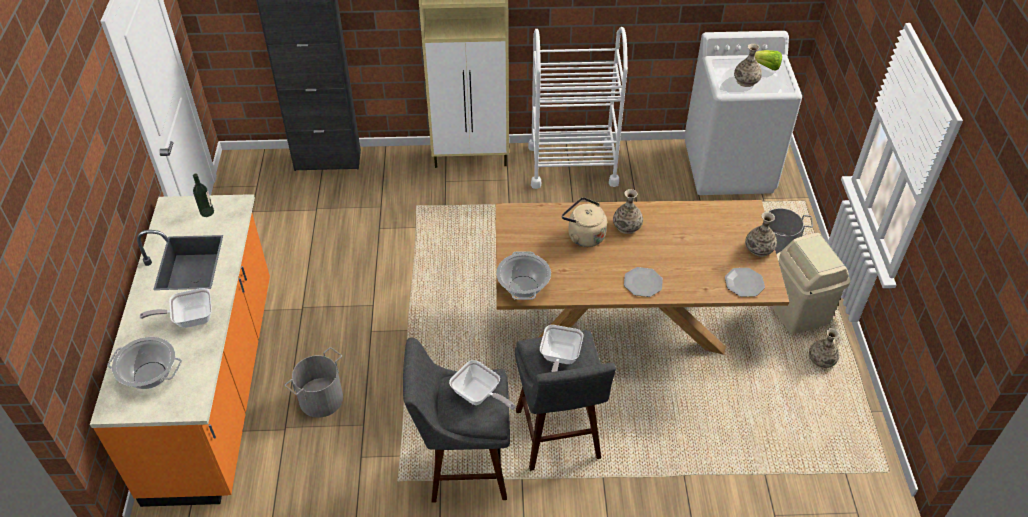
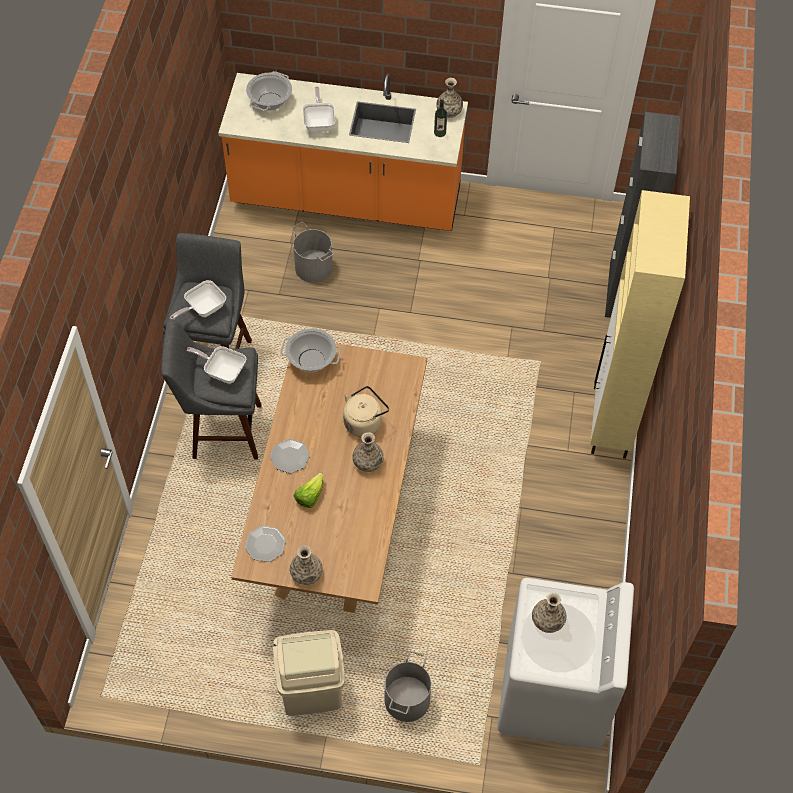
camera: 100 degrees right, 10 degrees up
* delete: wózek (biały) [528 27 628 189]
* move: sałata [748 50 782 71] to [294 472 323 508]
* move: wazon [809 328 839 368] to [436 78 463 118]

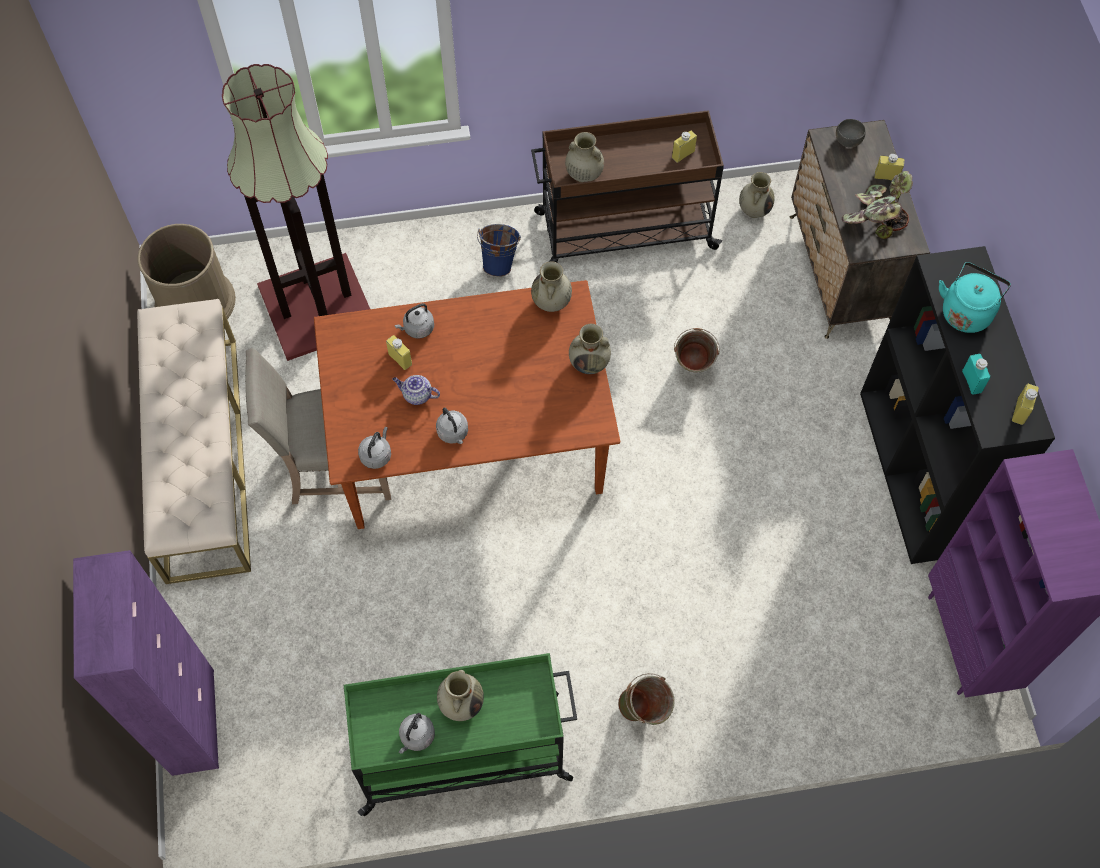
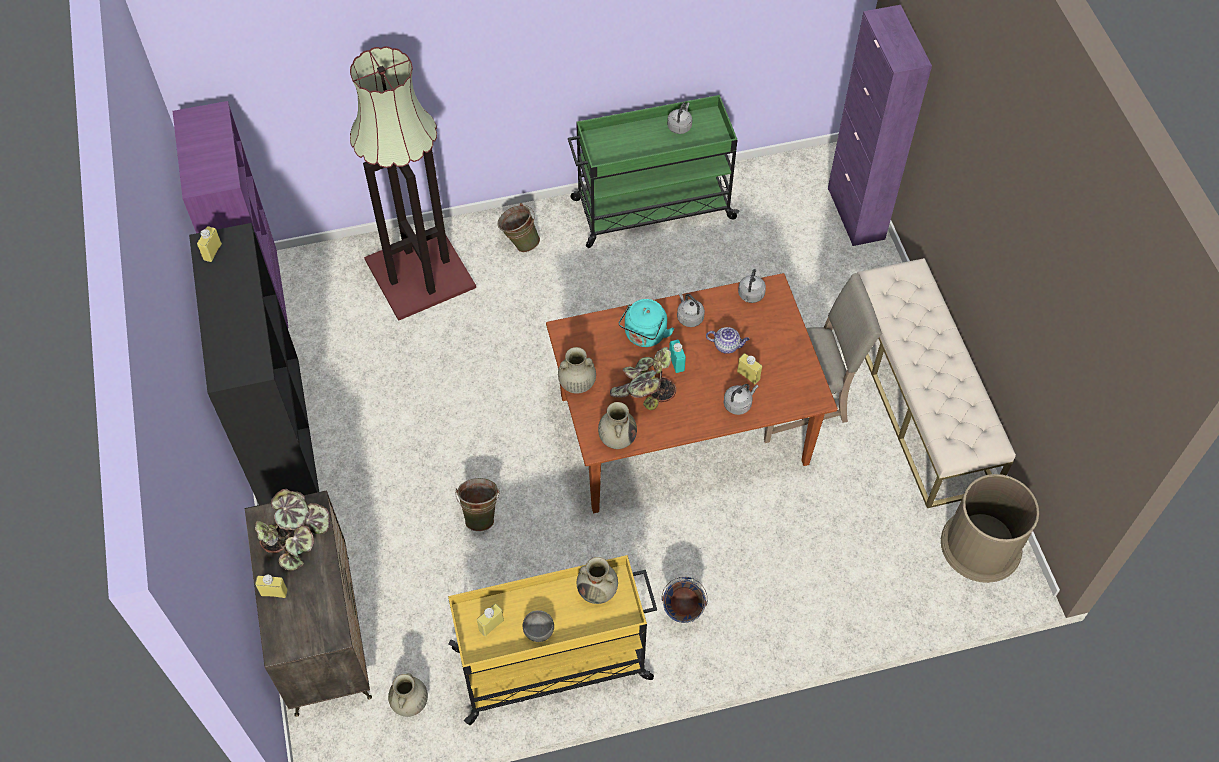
camera: 175 degrees right, 5 degrees down
* delete: wazon (beżowy) [437 670 484 721]
* insert: roślina doniczkowa [610 347 676 410]
* move: lampa stojąca [222 64 370 361] to [350 46 476 321]
* move: miska (szary) [836 119 866 148] to [523 610 554 642]
* move: czajnik (turkusowy) [939 262 1011 333] to [619 299 674 347]
* move: butelka (turkusowy) [962 354 991 395] to [669 340 686 373]
* recolor: wózek (brązowy) [531 110 724 262] to wózek (żółty) [448 555 657 725]

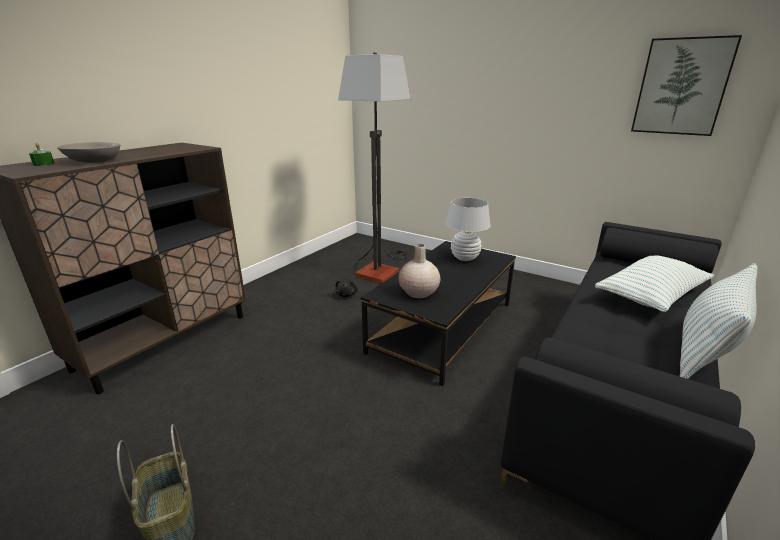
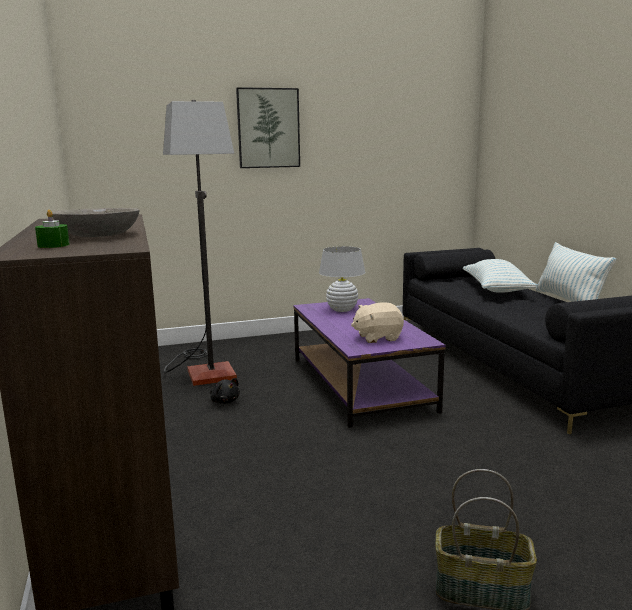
camera: 50 degrees left, 10 degrees down
* move: obraz [631 35 742 136] to [236 87 300 168]
* replace: wazon (beżowy) [398 244 441 298] to pluszak (beżowy) [351 302 404 343]
* recolor: ława (czarny) [361 241 516 387] to ława (fioletowy) [293 298 446 428]

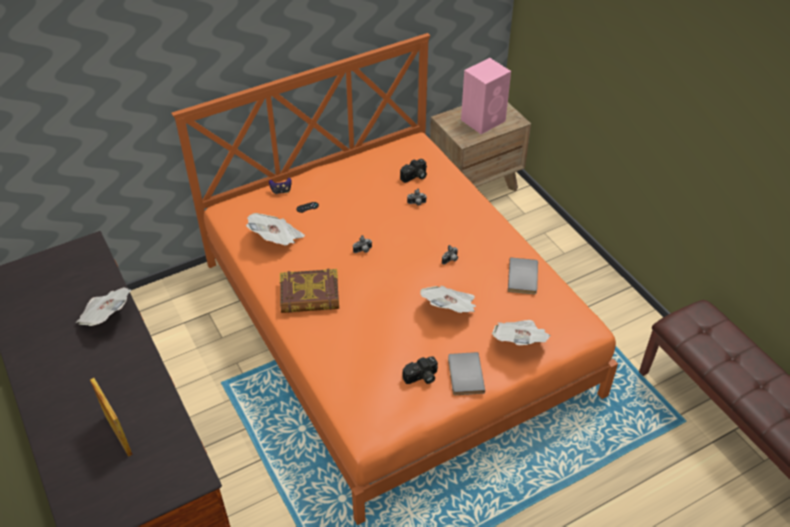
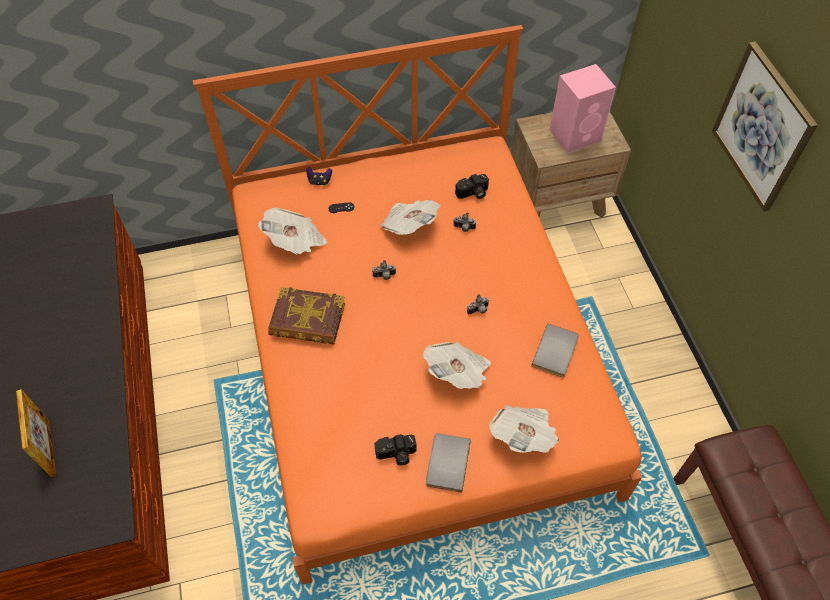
camera: 15 degrees right, 10 degrees up
* insert: obraz [712 41 818 212]
* move: gazeta [76 287 131 326] to [380 200 440 235]

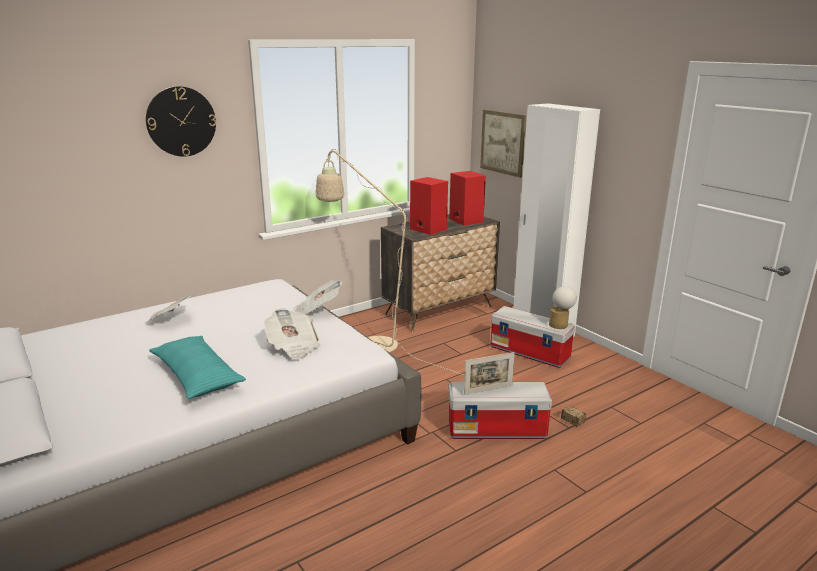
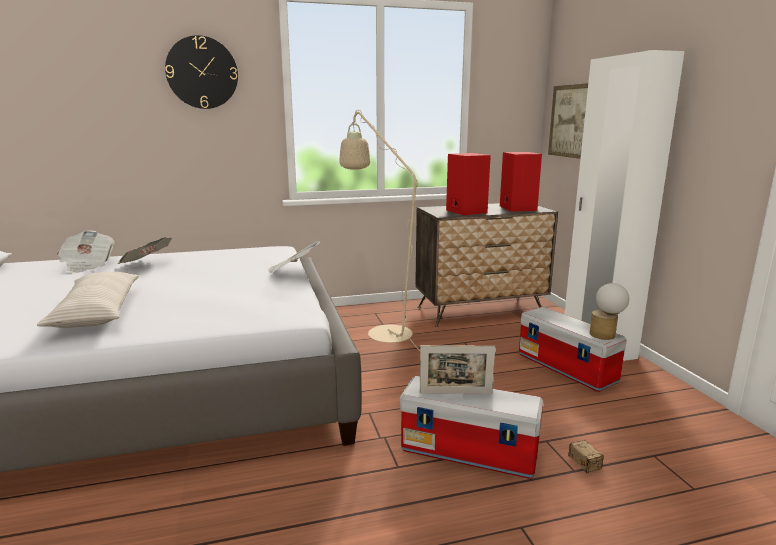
camera: 20 degrees right, 5 degrees down
* move: gazeta [264 308 320 360] to [57 231 115 273]
* recolor: poduszka (turkusowy) [149 336 246 399] to poduszka (beżowy) [37 272 139 328]

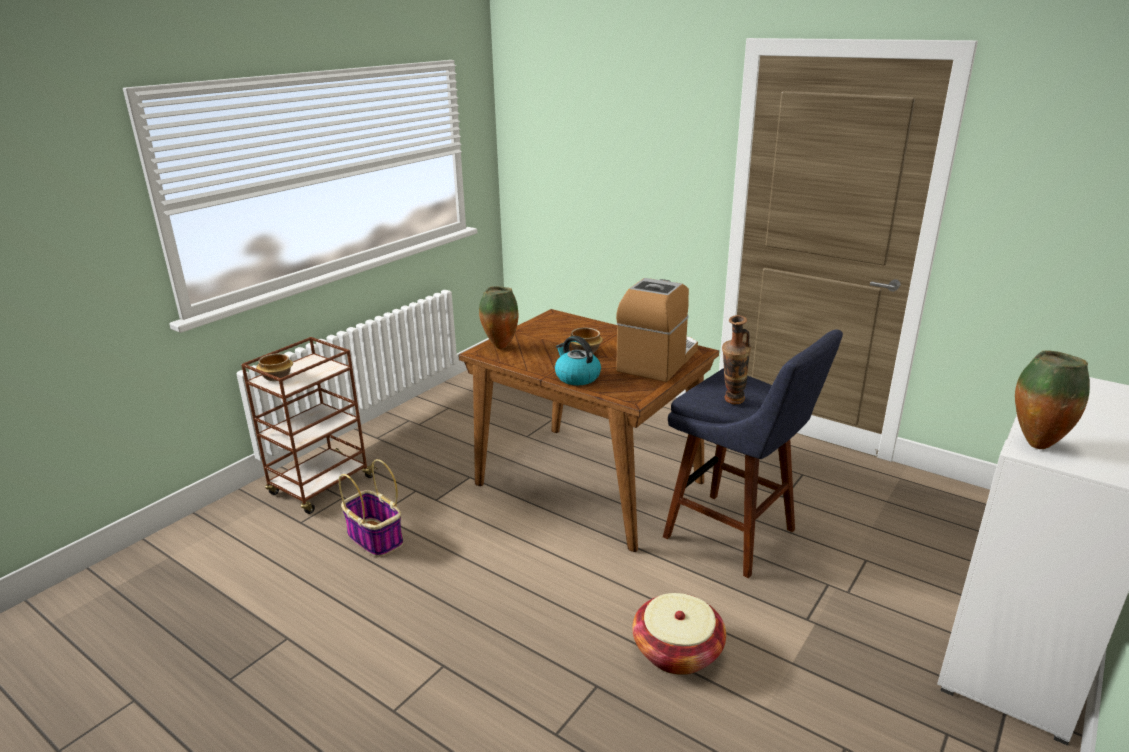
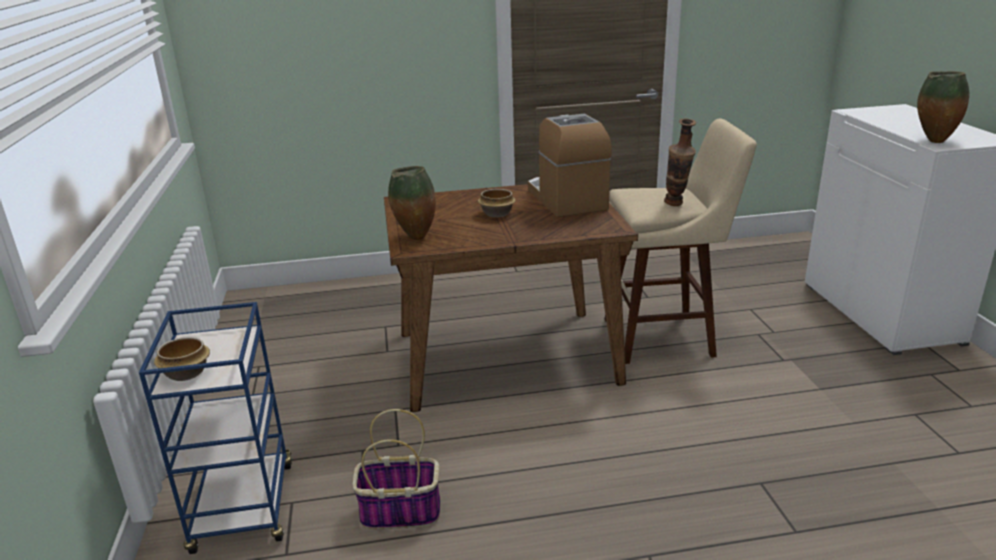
camera: 45 degrees left, 0 degrees up
* delete: czajnik [555 336 601 385]
* delete: koszyk [632 593 726 675]
* recolor: wózek (brązowy) [241 337 378 514] to wózek (niebieski) [139 302 292 554]
* recolor: stołek (niebieski) [663 330 843 578] to stołek (beżowy) [605 119 757 364]

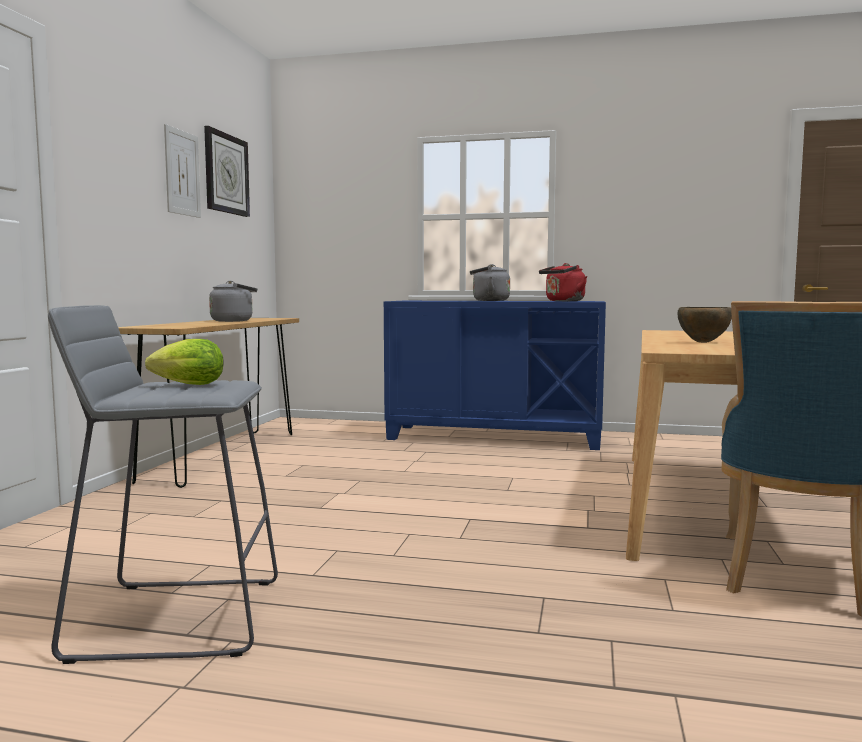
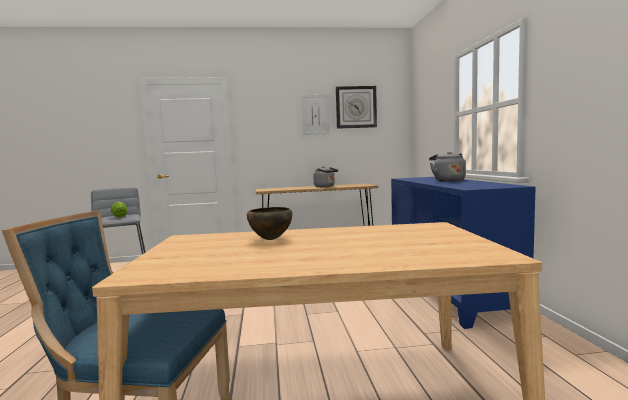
camera: 70 degrees right, 0 degrees up
* delete: czajnik (czerwony) [539 263 587 301]

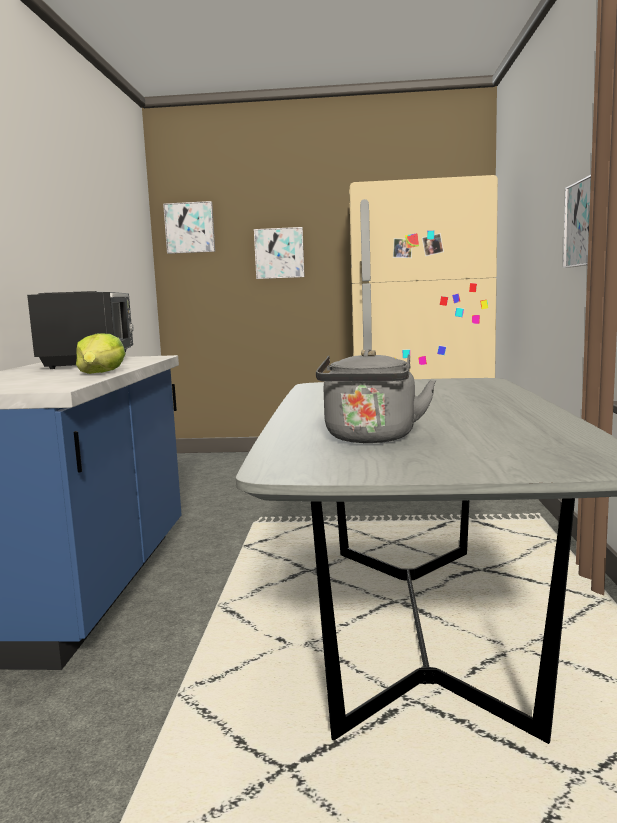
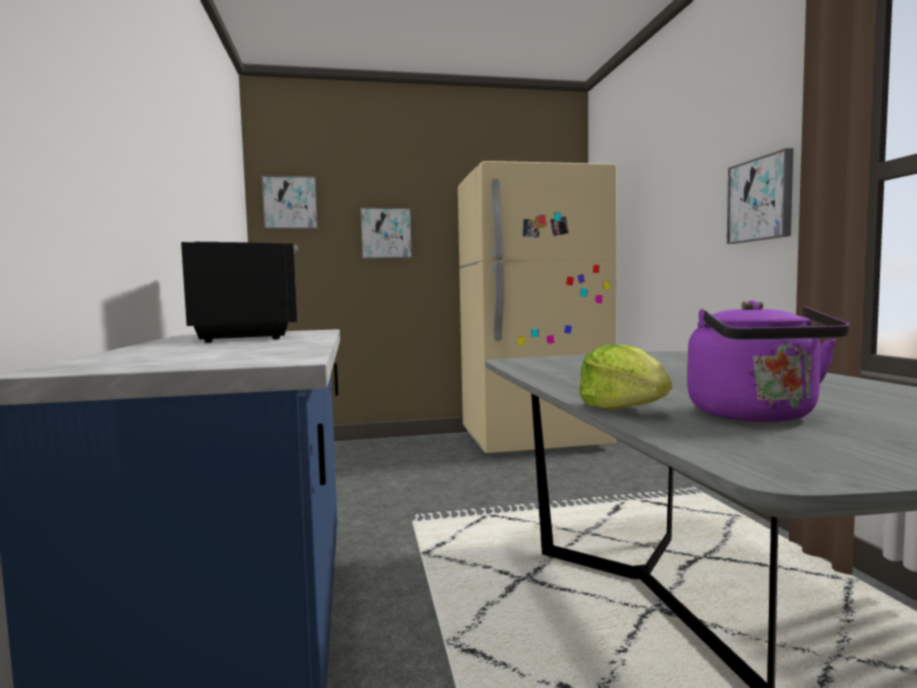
camera: 15 degrees left, 5 degrees down
* move: sałata [76 333 126 374] to [579 344 672 410]
* recolor: czajnik (szary) [316 349 436 443] to czajnik (fioletowy) [687 300 849 422]

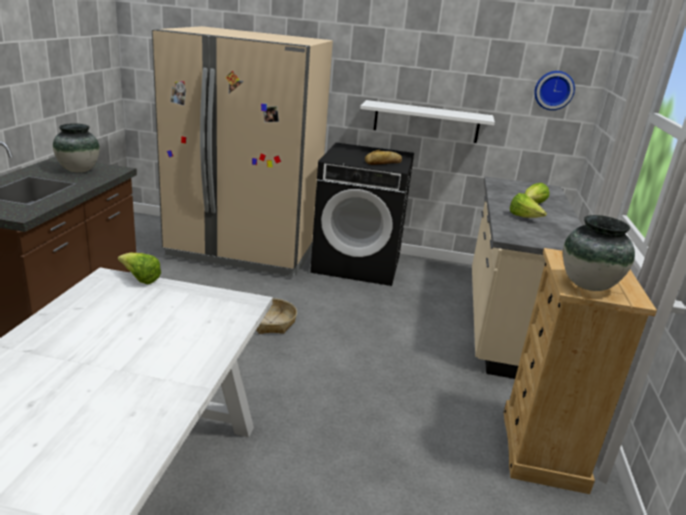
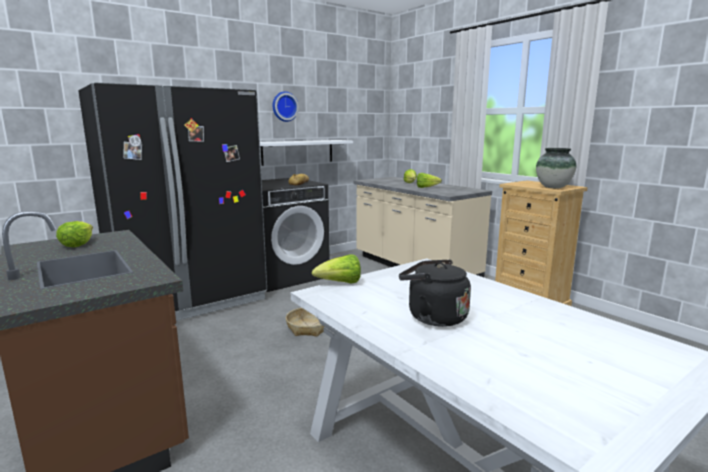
camera: 45 degrees left, 10 degrees down
* insert: czajnik (czarny) [399 260 471 327]
* move: zegar ścienny [534 71 575 110] to [273 92 299 122]
* replace: wazon [53 124 100 173] to sałata [56 221 93 247]
* recolor: lodówka (beżowy) [152 26 333 278] to lodówka (czarny) [79 82 267 321]

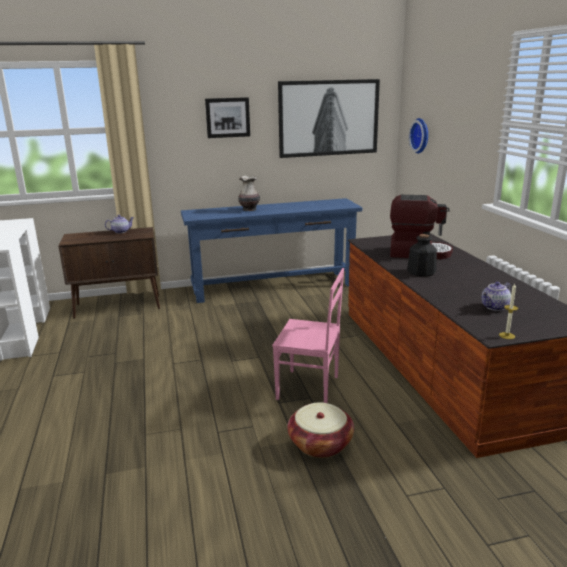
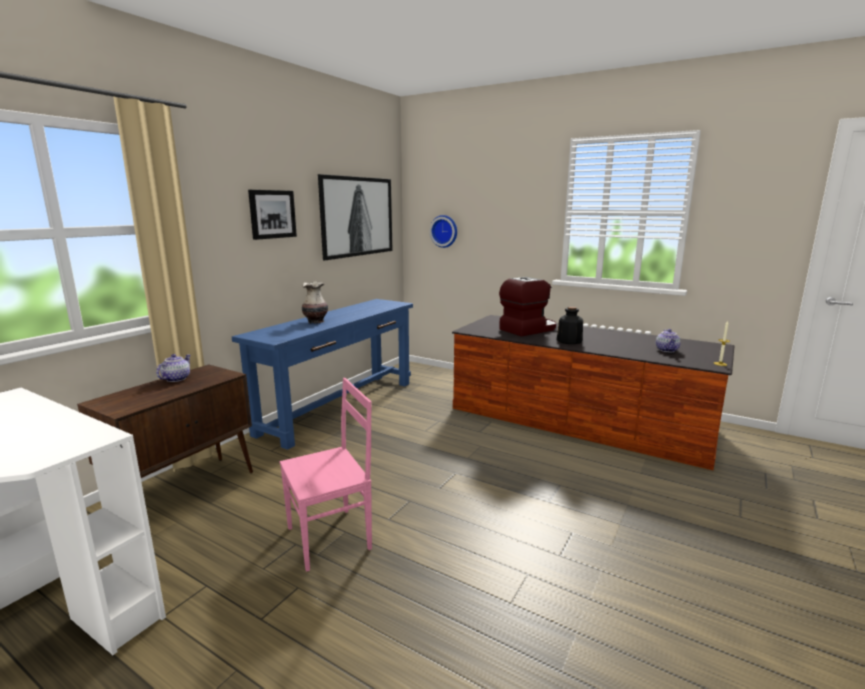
camera: 45 degrees left, 5 degrees down
* delete: koszyk [287 402 354 458]
* move: krzesło (różowy) [272 268 344 403] to [280 378 372 572]

